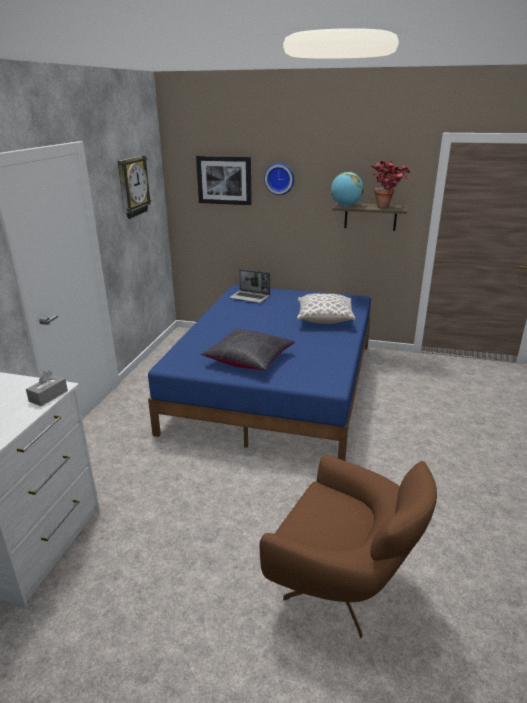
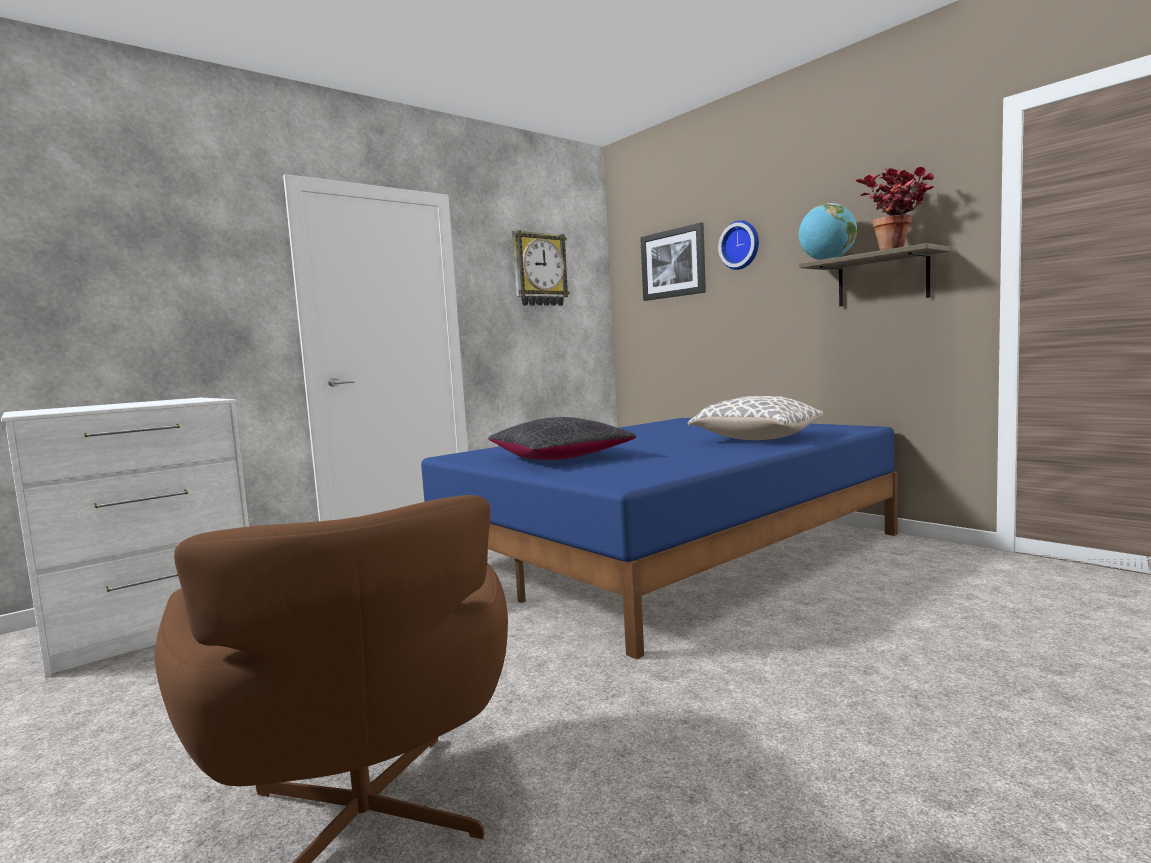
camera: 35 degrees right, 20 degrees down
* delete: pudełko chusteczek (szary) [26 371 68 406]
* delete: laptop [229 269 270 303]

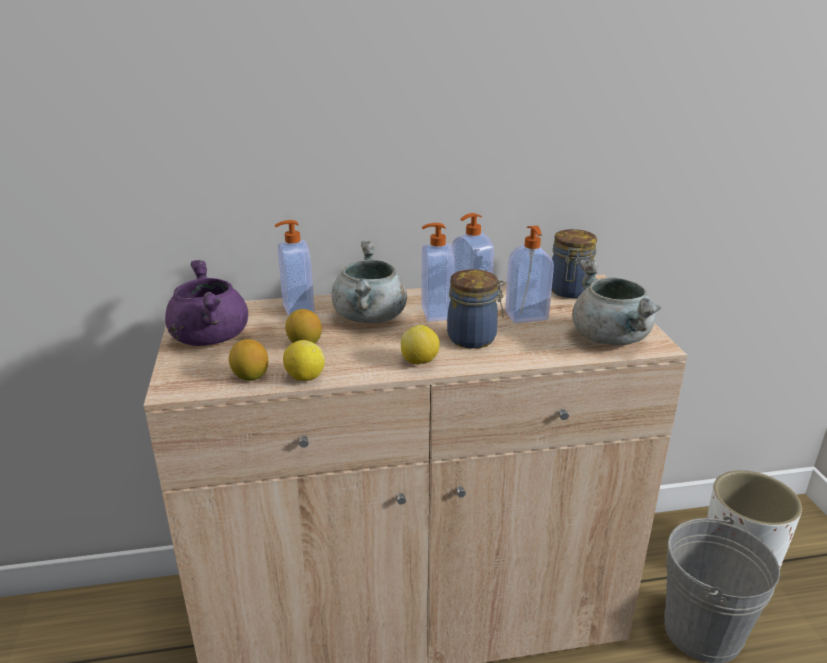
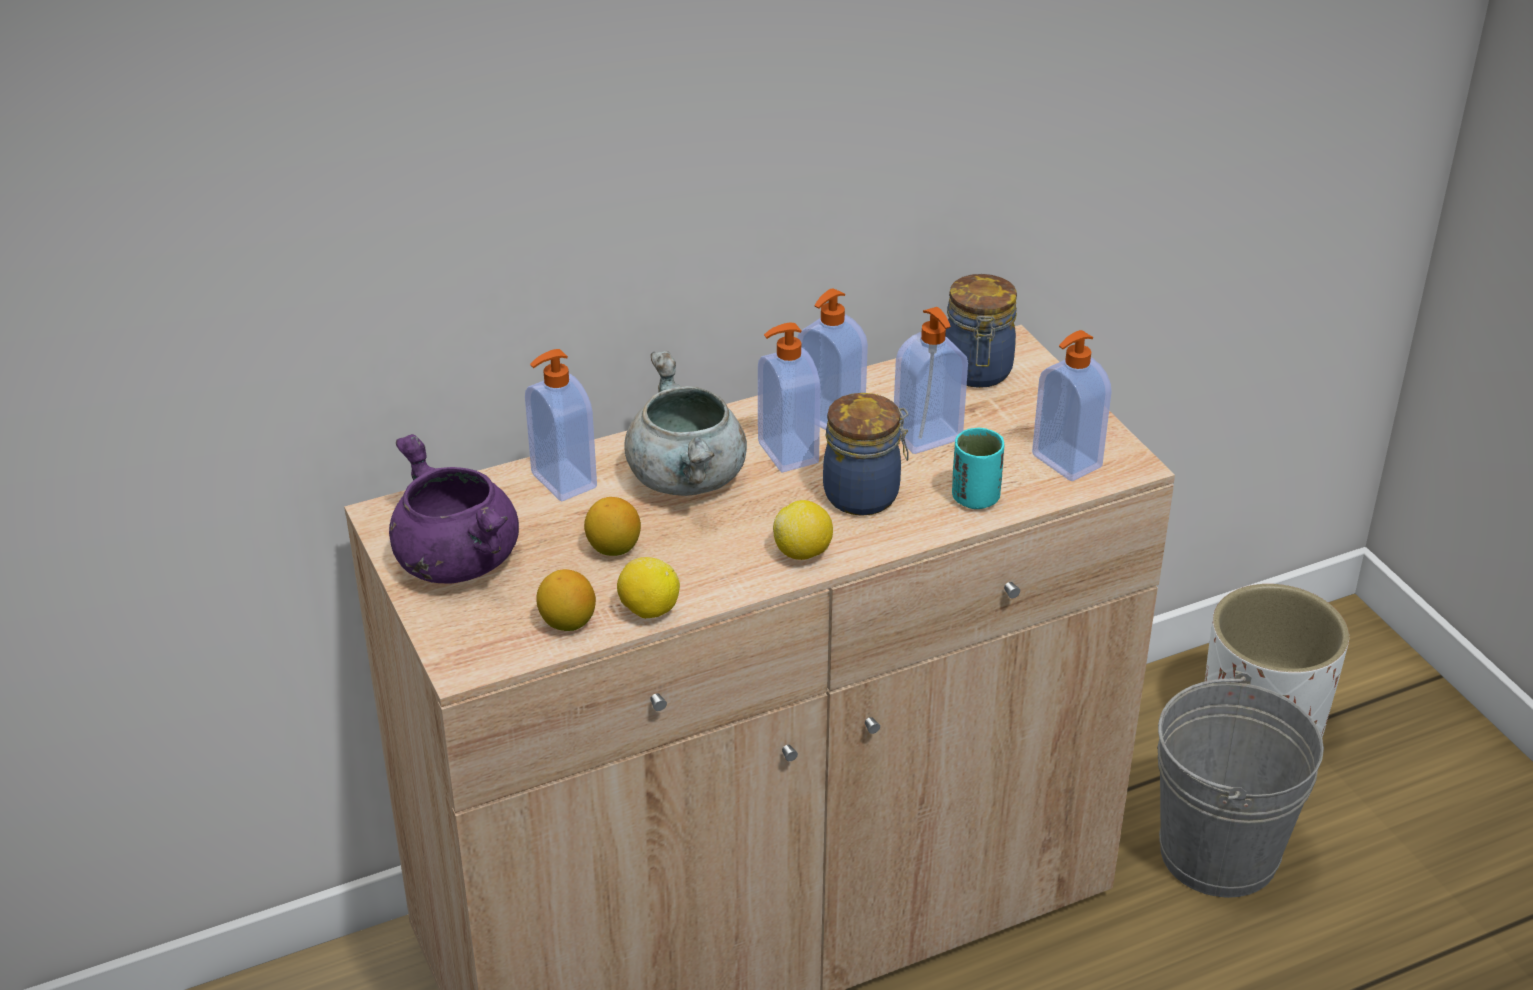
camera: 15 degrees left, 10 degrees up
* insert: filiżanka (turkusowy) [952 428 1004 509]
* replace: garnek (szary) [572 259 661 345] to dozownik mydła [1032 330 1112 481]

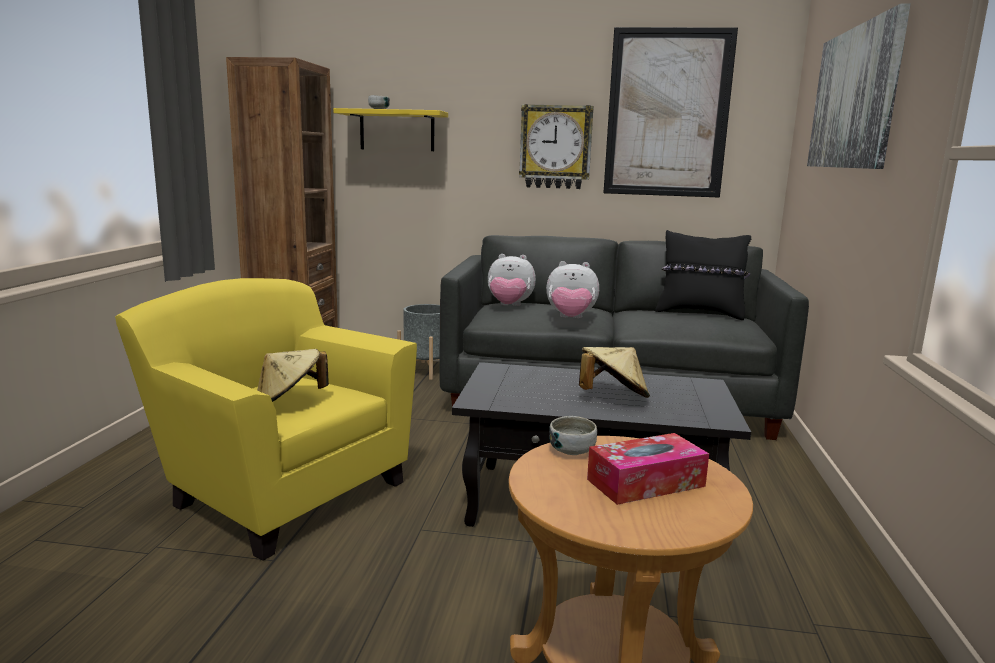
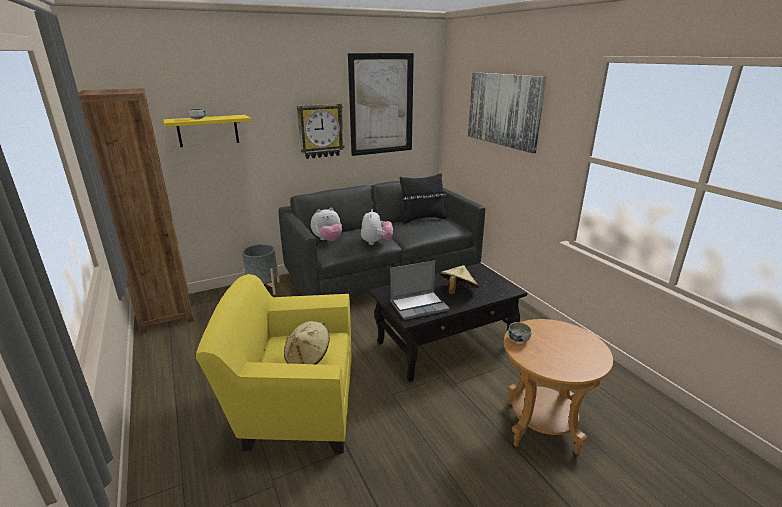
camera: 35 degrees left, 10 degrees up
* delete: pudełko chusteczek [587 433 709 505]
* insert: laptop [390 260 450 320]
* rotate: pluszak [546 261 599 318] = [361 209 393 245] 60 degrees counterclockwise

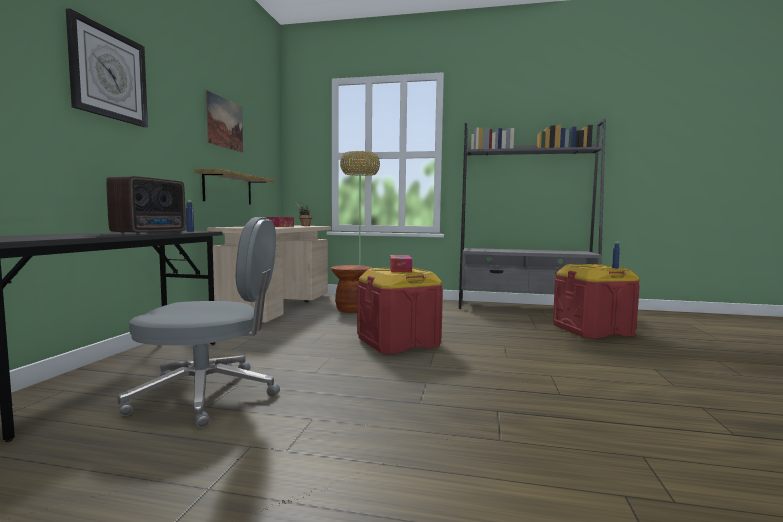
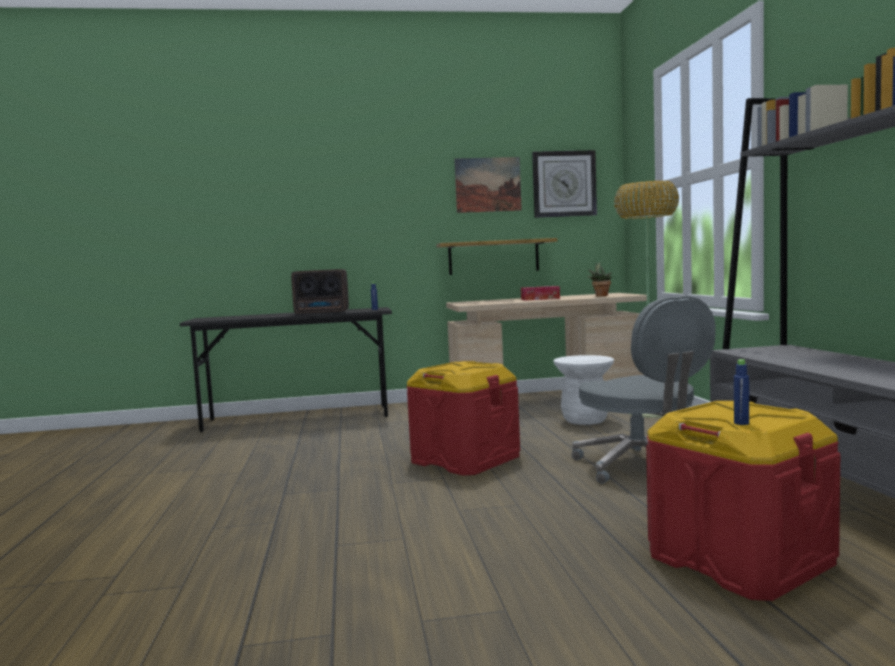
camera: 70 degrees right, 0 degrees up
* delete: pudełko chusteczek [390 255 412 272]
* move: zegar ścienny [66 8 148 127] to [532 150 597 218]
* move: krzesło biurowe (szary) [117 217 280 428] to [571 296 716 484]
* recolor: stołek (brązowy) [331 265 372 313] to stołek (biały) [553 355 614 425]

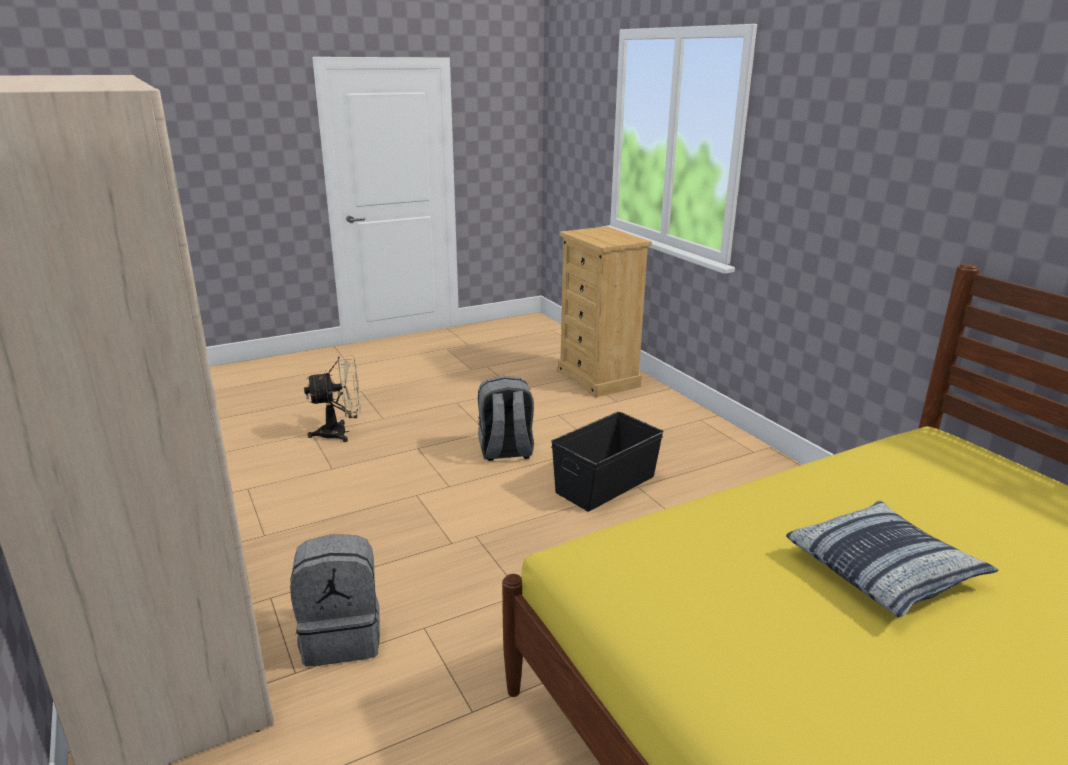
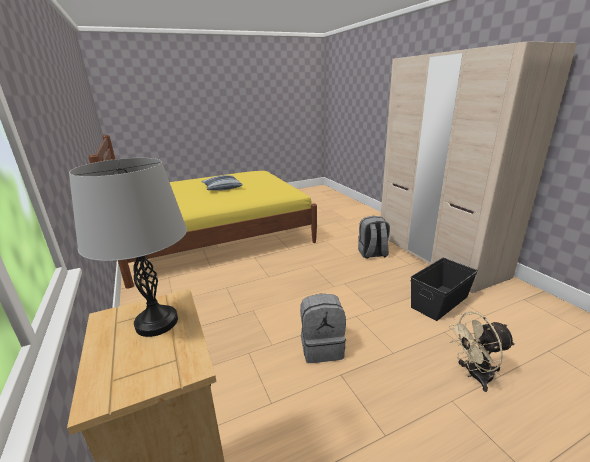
camera: 175 degrees left, 0 degrees up
* insert: lampa stołowa (szary) [69 158 187 337]
* move: pojemnik do przechowywania (czarny) [551 412 663 512] to [411 258 478 321]

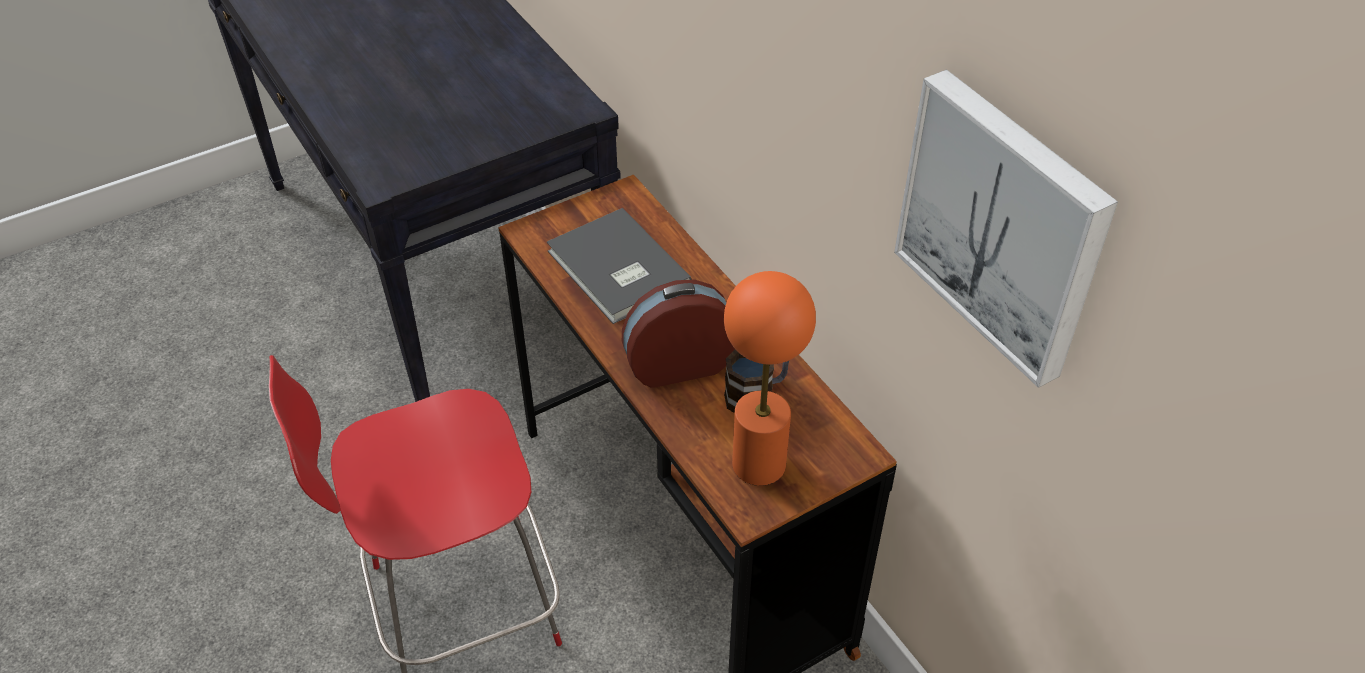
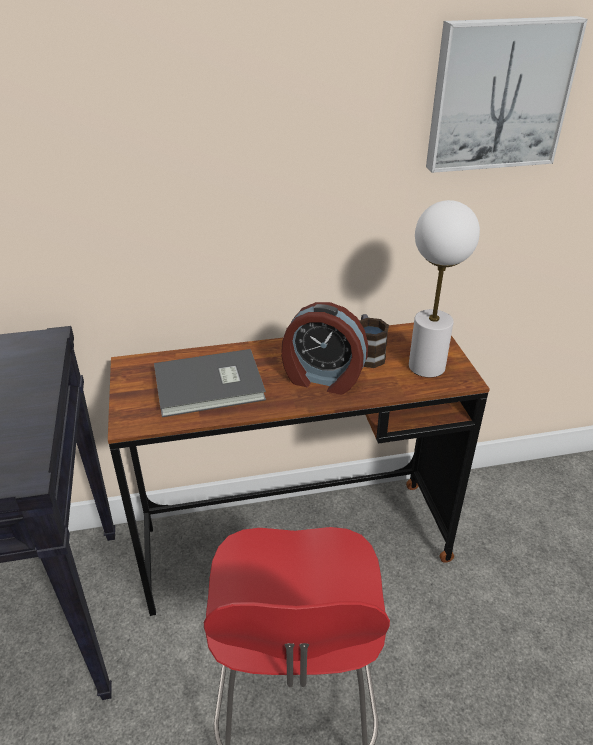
camera: 70 degrees left, 10 degrees down
* recolor: lampa stołowa (pomarańczowy) [724 271 816 486] to lampa stołowa (biały) [409 200 480 377]
* rotate: budzik [622 279 735 388] = [281 302 368 395] 75 degrees counterclockwise

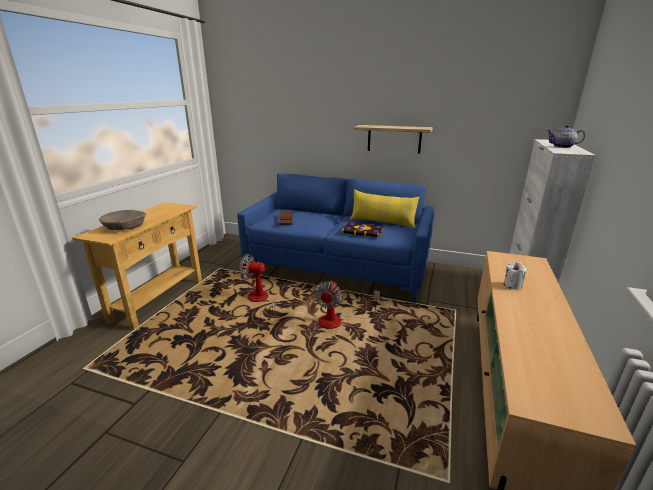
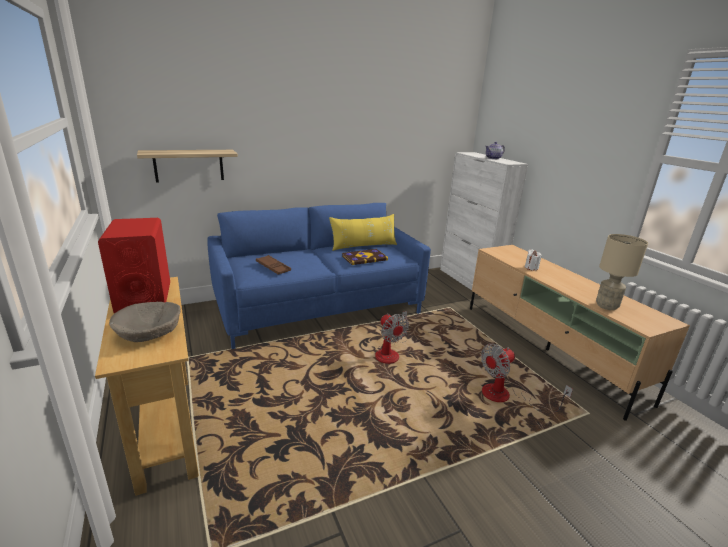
camera: 45 degrees left, 0 degrees up
* insert: głośnik (czerwony) [98 218 170 313]
* insert: lampa stołowa (beżowy) [596 234 648 310]
* move: wentylator [240 254 276 320] to [481 344 573 412]
* move: półka [354 125 433 154] to [137 150 238 182]

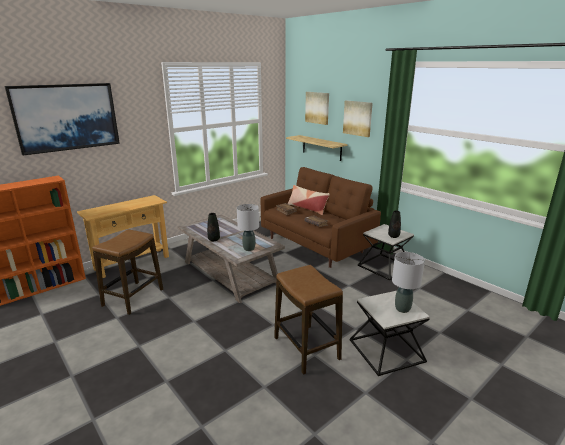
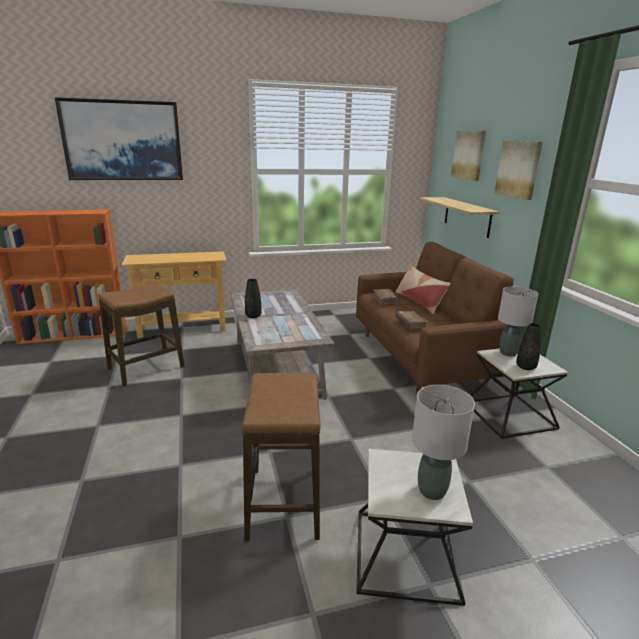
camera: 25 degrees right, 0 degrees up
* move: lampa stołowa (szary) [237 204 259 251] to [498 287 538 357]

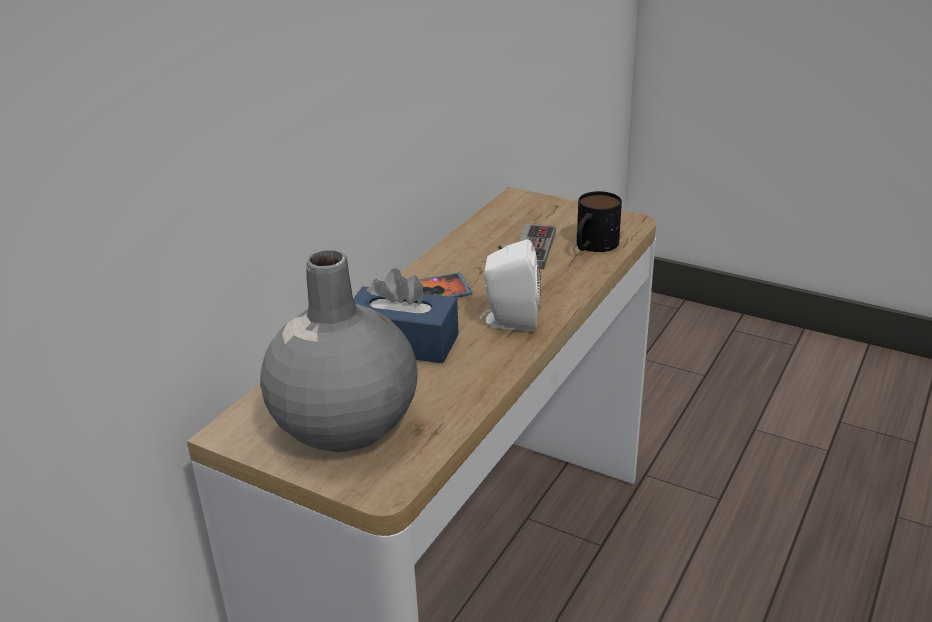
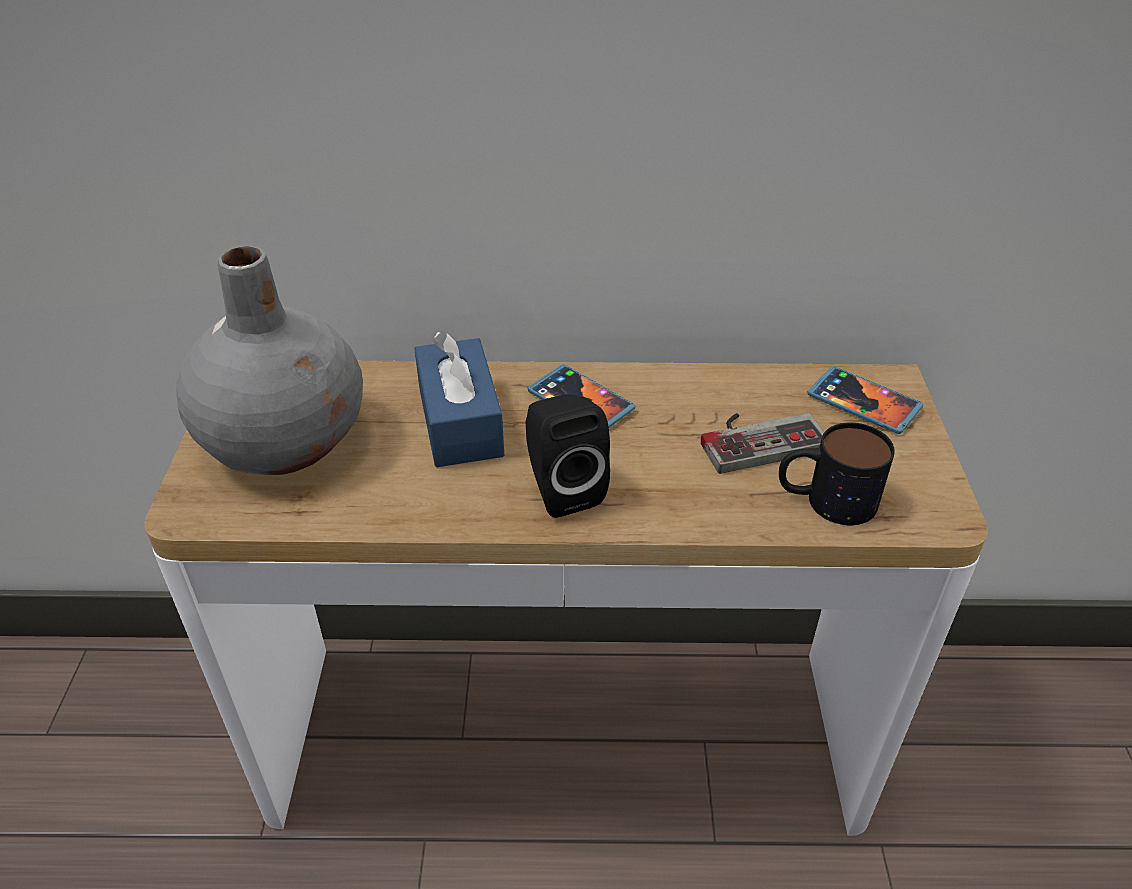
camera: 60 degrees right, 10 degrees up
* insert: telefon [807 366 923 434]
* recolor: głośnik (biały) [479 239 541 332] to głośnik (czarny) [526 394 610 518]

